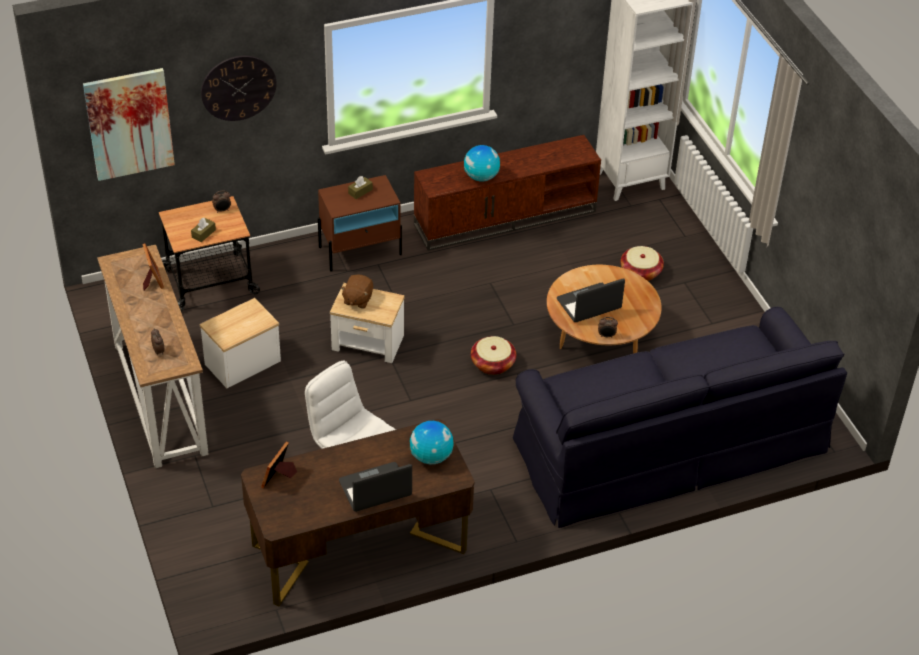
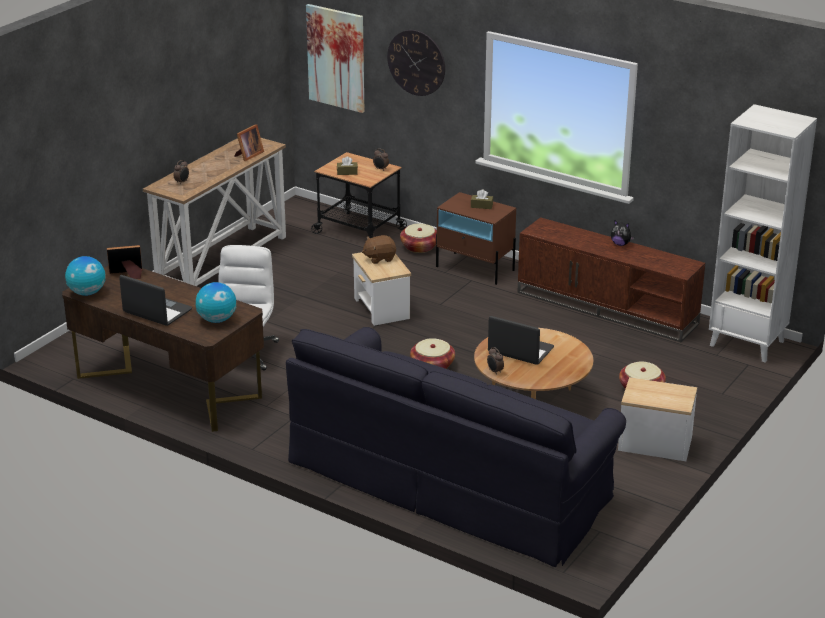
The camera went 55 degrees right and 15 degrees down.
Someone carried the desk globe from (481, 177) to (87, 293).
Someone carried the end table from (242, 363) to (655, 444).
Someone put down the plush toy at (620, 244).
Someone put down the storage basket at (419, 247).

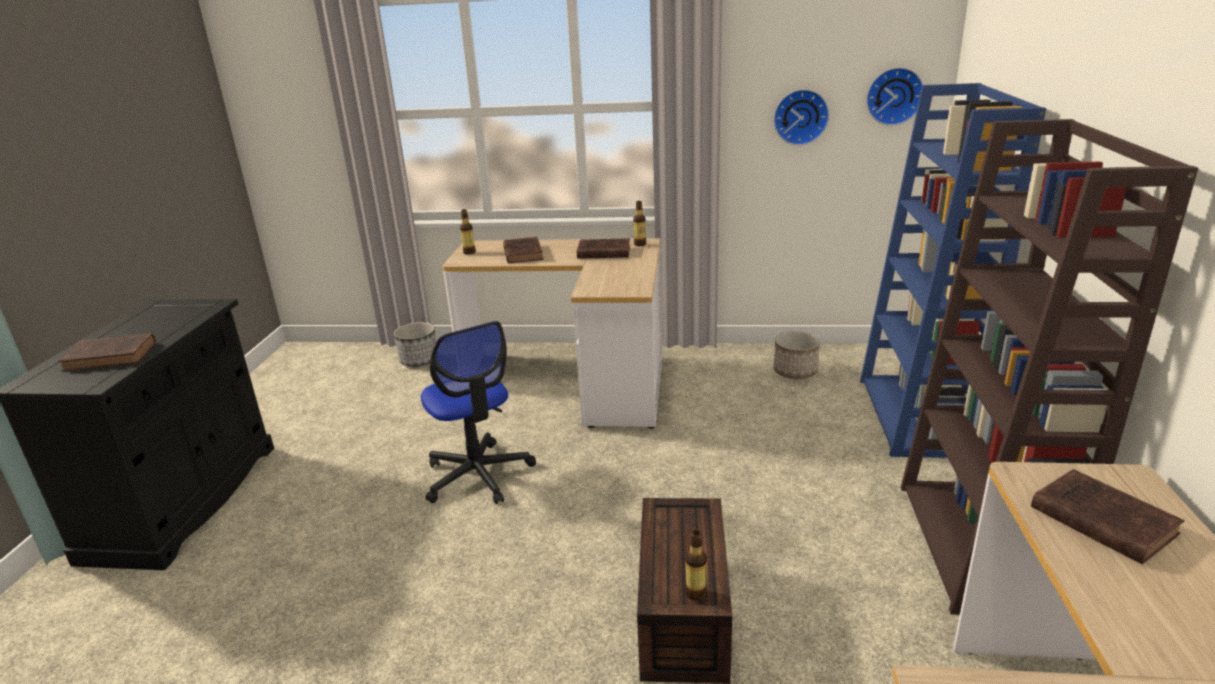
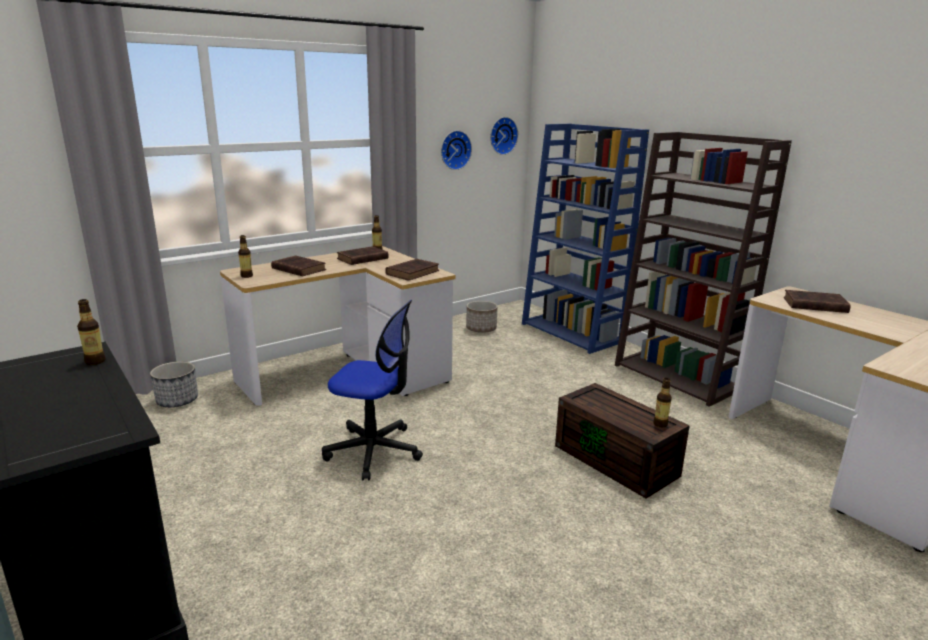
The camera went 45 degrees left and 5 degrees down.
Someone carried the bound book/brown-coloured from (113, 356) to (413, 272).
Someone put down the beverage bottle at (95, 361).

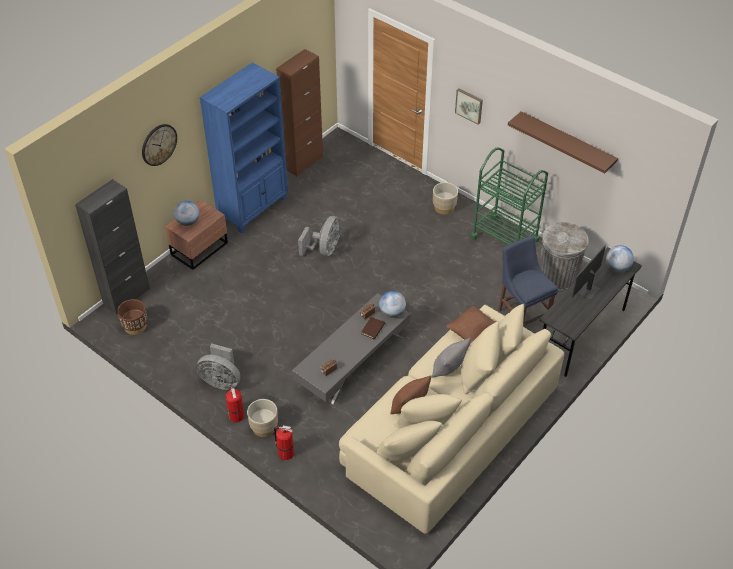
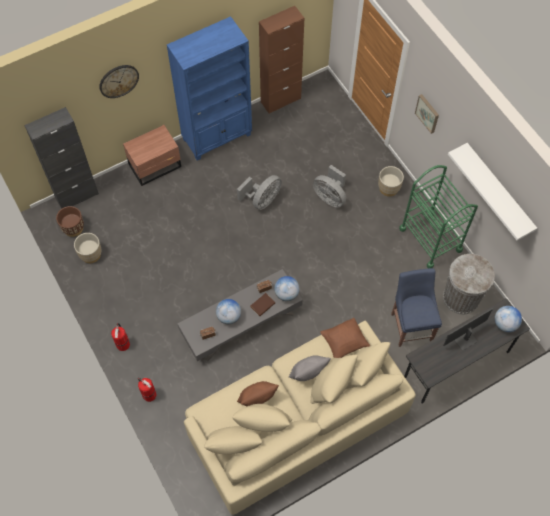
The camera went 20 degrees right and 15 degrees up.
Someone repainted the wall shelf/brown-coloured at (566, 142), which became the wall shelf/whitish at (499, 189).
Someone carried the desk globe from (188, 222) to (229, 316).
Someone carried the fan/grey from (221, 381) to (330, 197).
Someone carried the flower pot/sand-coloured from (264, 427) to (91, 254).

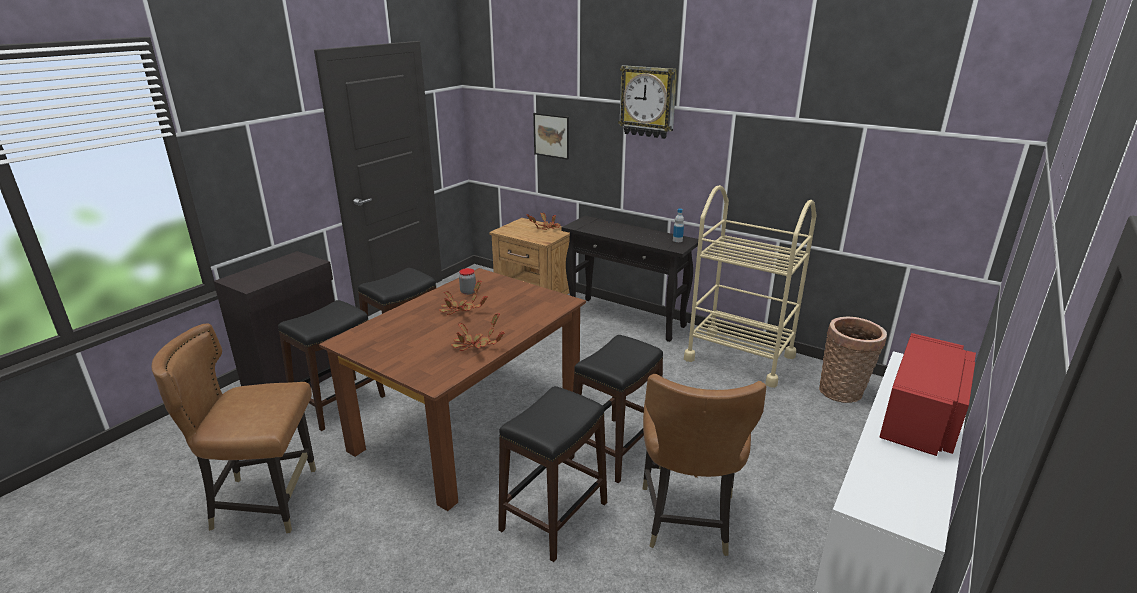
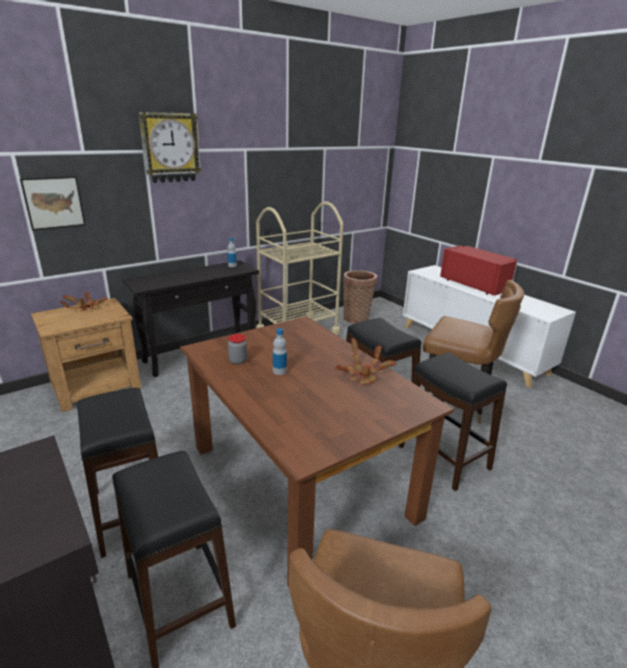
The camera went 70 degrees left and 0 degrees up.
Someone swapped the houseplant at (460, 310) for the beverage bottle at (279, 371).

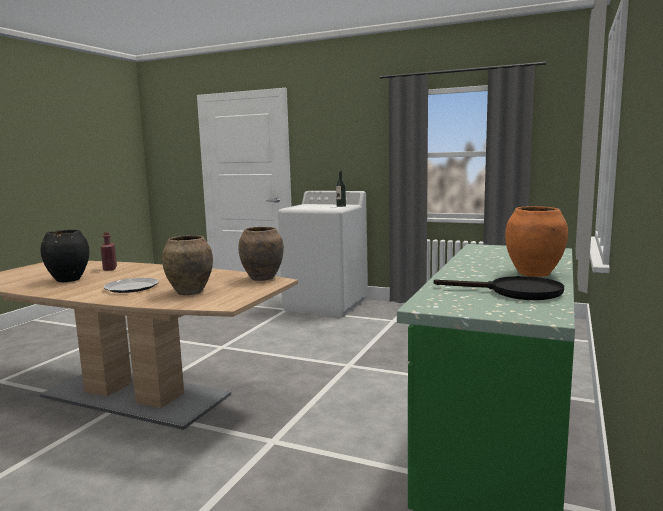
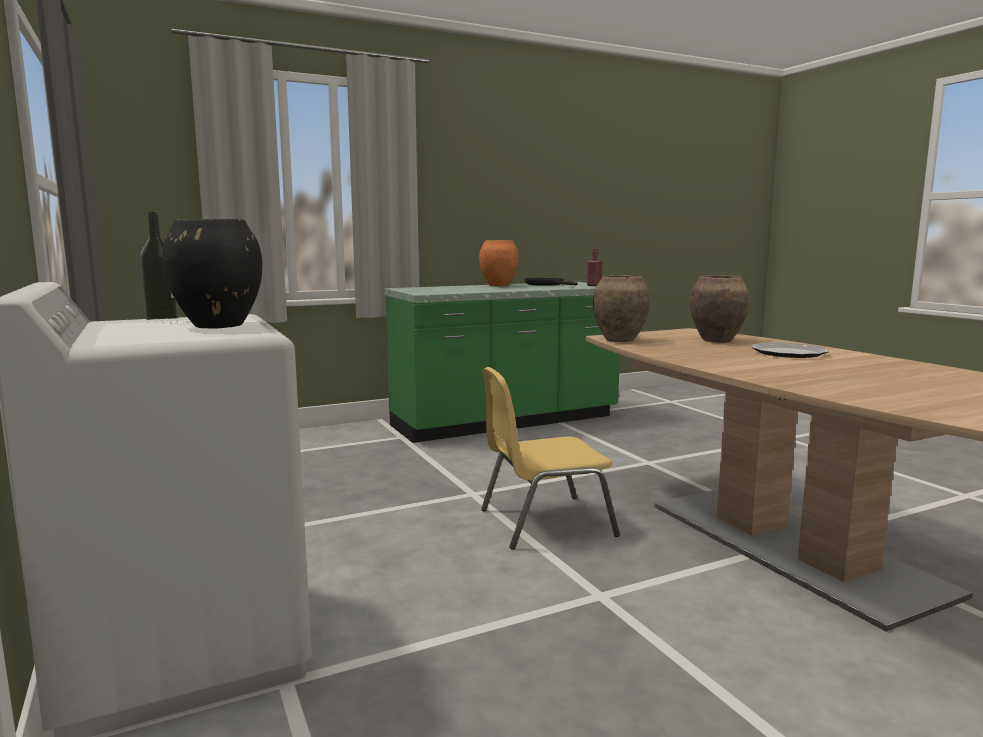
The camera went 140 degrees left and 0 degrees up.
Someone carried the decorative vase/blackish from (68, 280) to (218, 326).
Someone carried the beverage bottle/red from (110, 269) to (594, 285).
Someone put down the plain chair/yellowish at (544, 522).

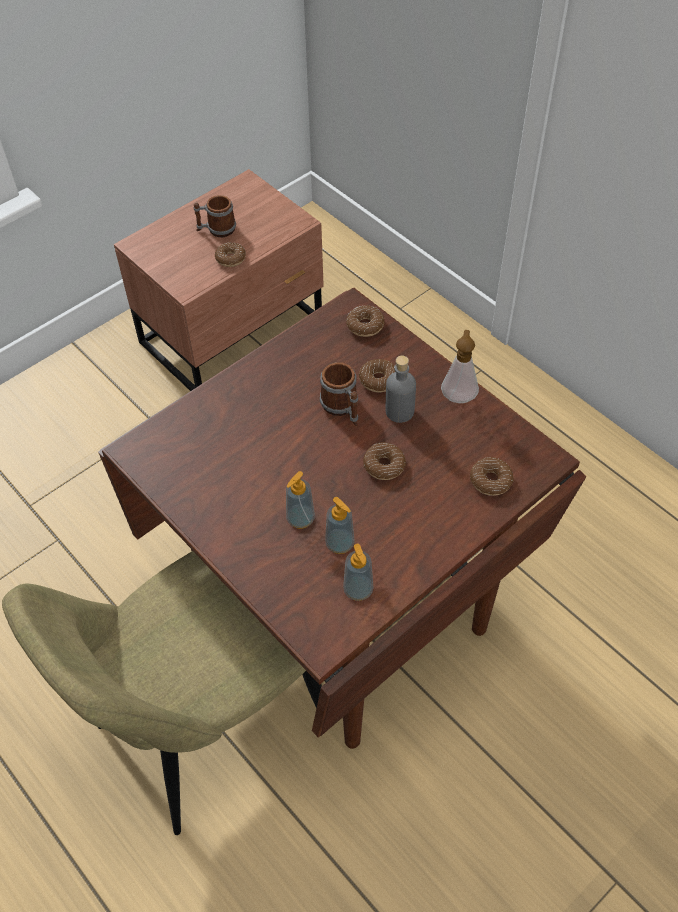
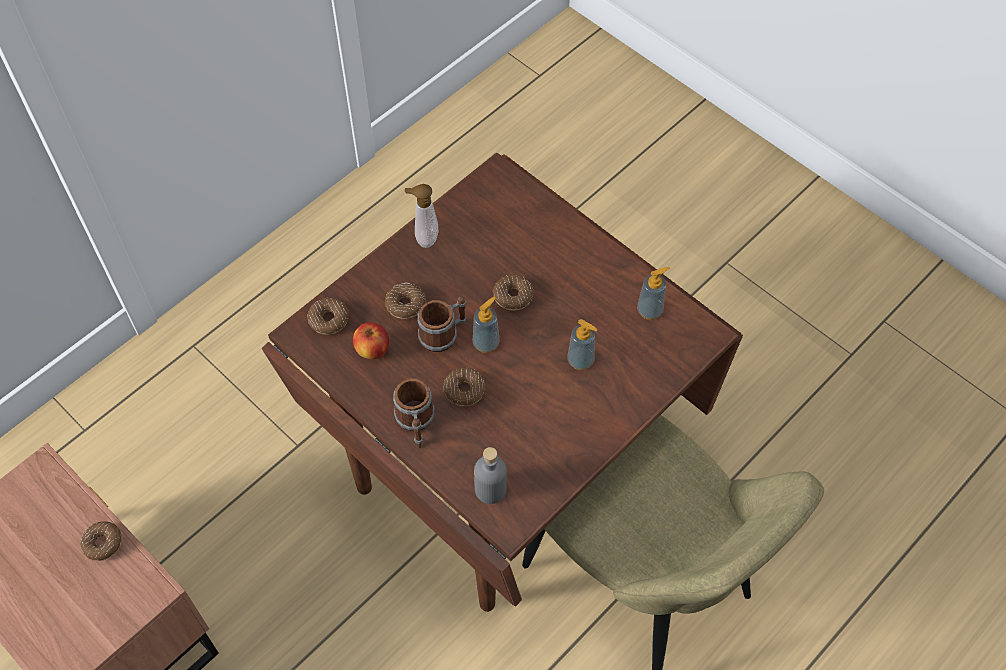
The camera went 95 degrees left and 5 degrees up.
Someone carried the tea mug from (216, 229) to (416, 423).
Someone carried the beverage bottle/grey from (399, 411) to (490, 490).
Someone carried the doughnut from (490, 480) to (464, 390).
Someone carried the soap bottle from (340, 544) to (486, 343).
Someone put down the whole apple at (372, 350).

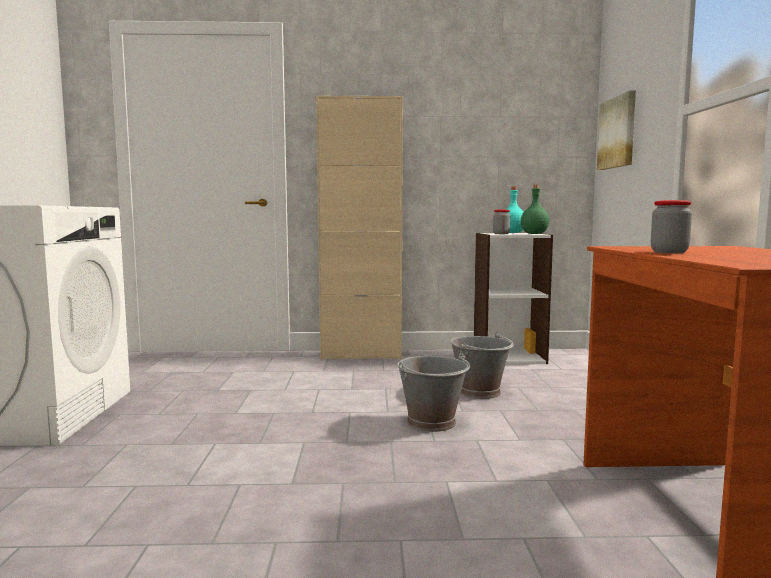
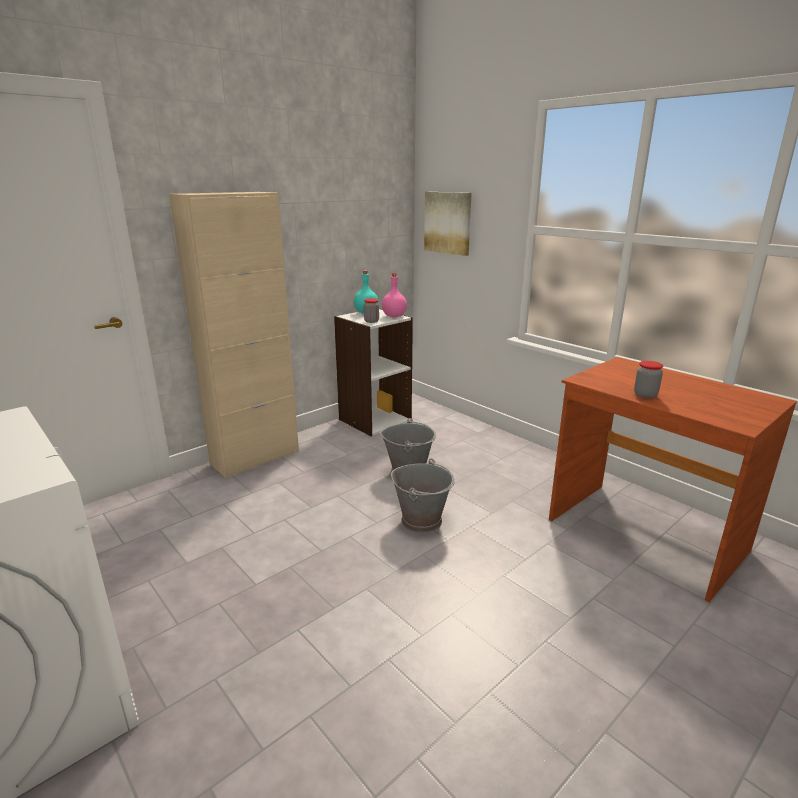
The camera went 40 degrees left and 15 degrees up.
Someone repainted the beverage bottle/green-coloured at (534, 233), which became the beverage bottle/pink at (394, 316).

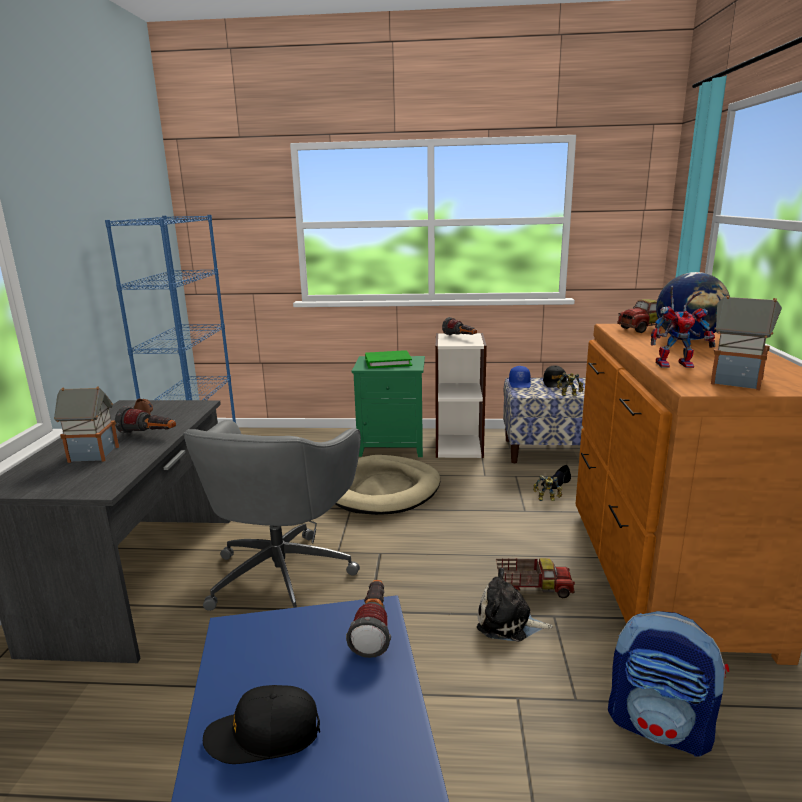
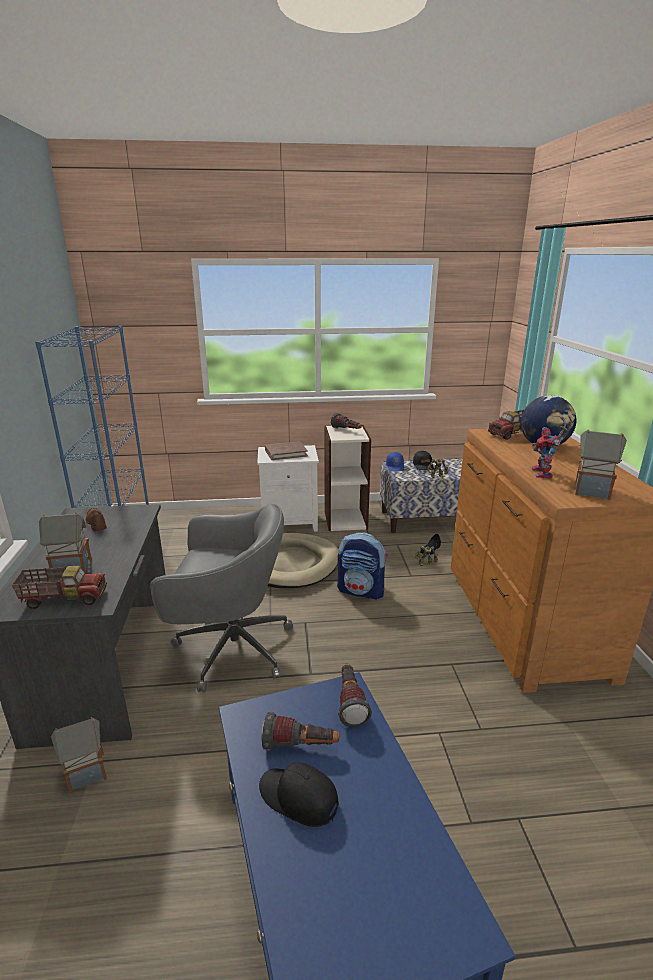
The camera went 10 degrees left and 5 degrees up.
Someone rotated the toy robot at (676, 364) by 105 degrees clockwise.
Someone repainted the bound book/green-coloured at (388, 362), which became the bound book/brown-coloured at (286, 453).
Someone repainted the night table/green-coloured at (393, 446), which became the night table/whitish at (290, 522).
Someone carried the hand torch from (150, 435) to (300, 746).
Someone rotated the computer chair/grey at (283, 574) by 90 degrees counterclockwise.
Someone carried the toy truck from (533, 589) to (64, 598).
Someone took away the plush toy at (508, 622).
Someone carried the knapsack from (660, 726) to (361, 591).
Someone rotated the baseball cap/blackish at (263, 734) by 45 degrees clockwise.
Someone put down the miniature house at (86, 772).

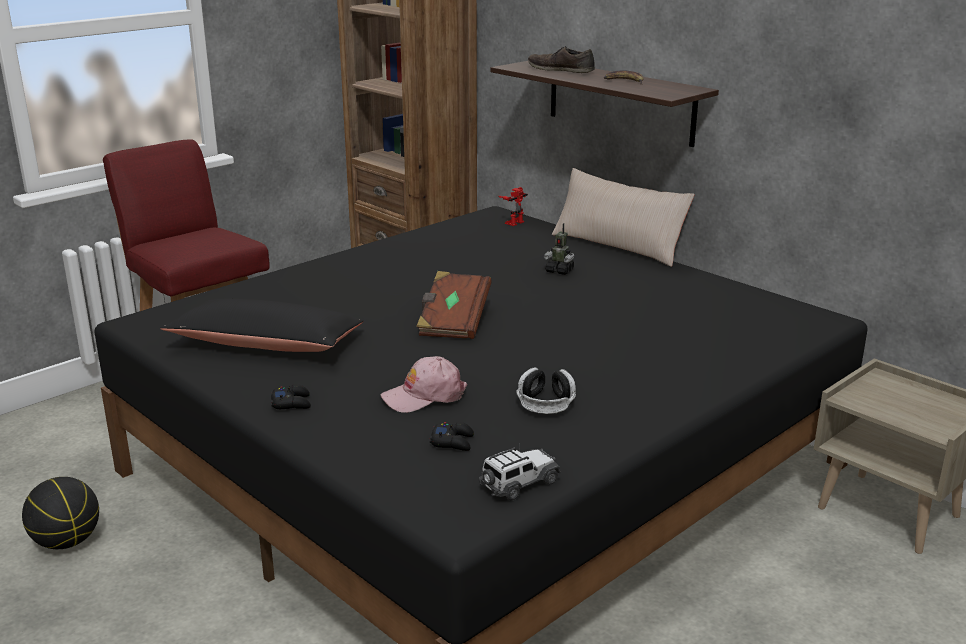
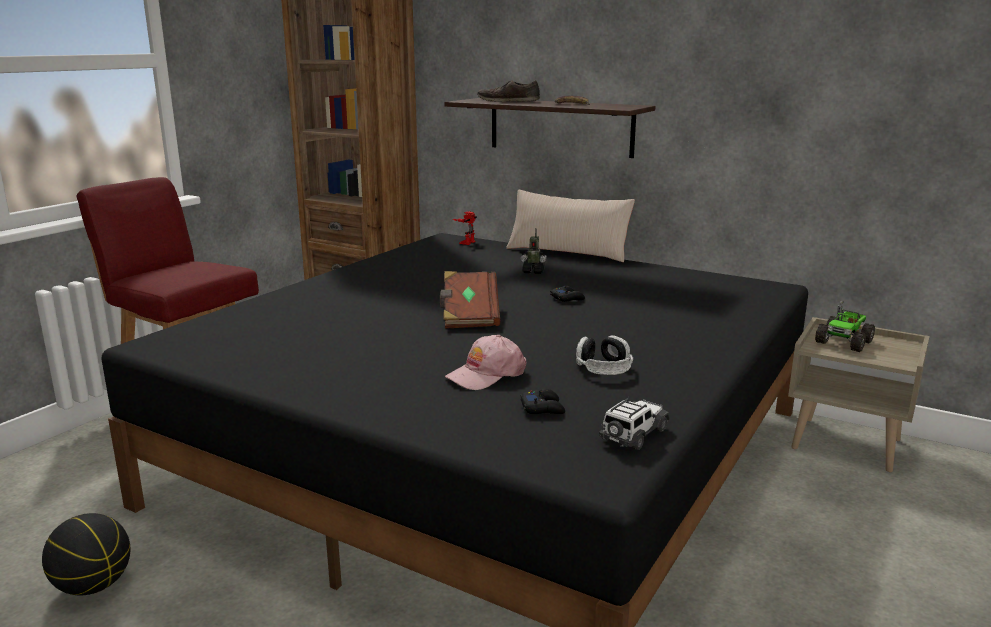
The camera went 15 degrees left and 5 degrees down.
Someone took away the cushion/blackish at (266, 344).
Someone carried the gamepad/blackish from (291, 403) to (567, 298).
Someone put down the toy truck at (844, 342).

